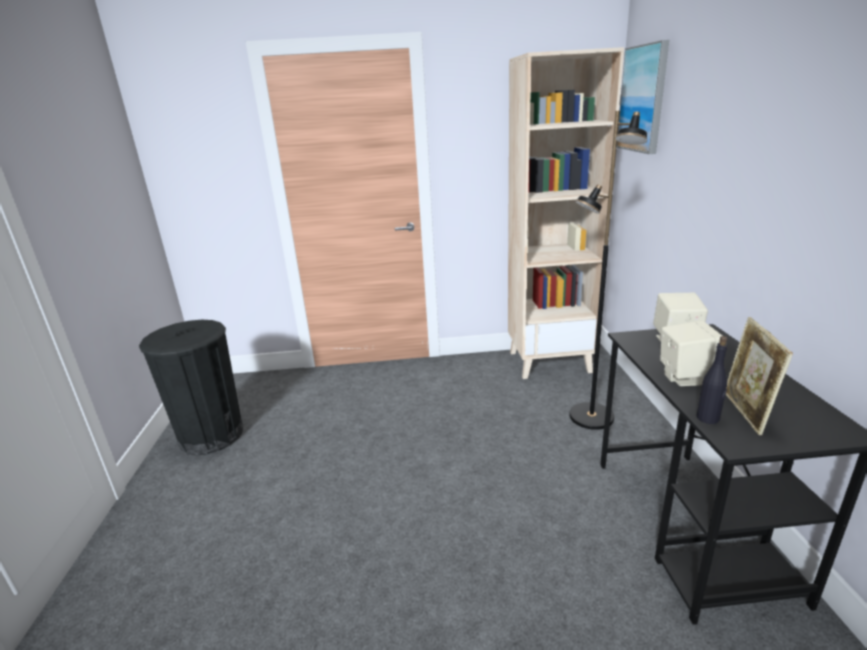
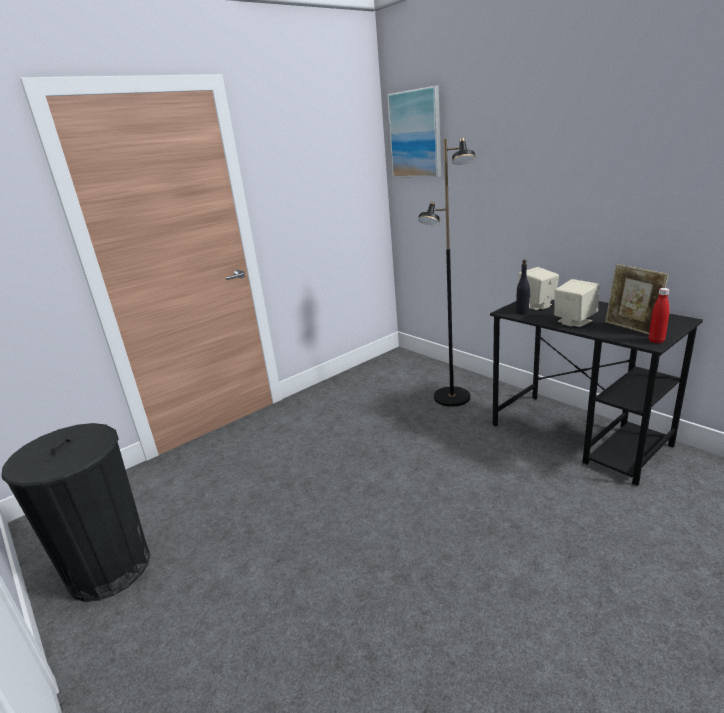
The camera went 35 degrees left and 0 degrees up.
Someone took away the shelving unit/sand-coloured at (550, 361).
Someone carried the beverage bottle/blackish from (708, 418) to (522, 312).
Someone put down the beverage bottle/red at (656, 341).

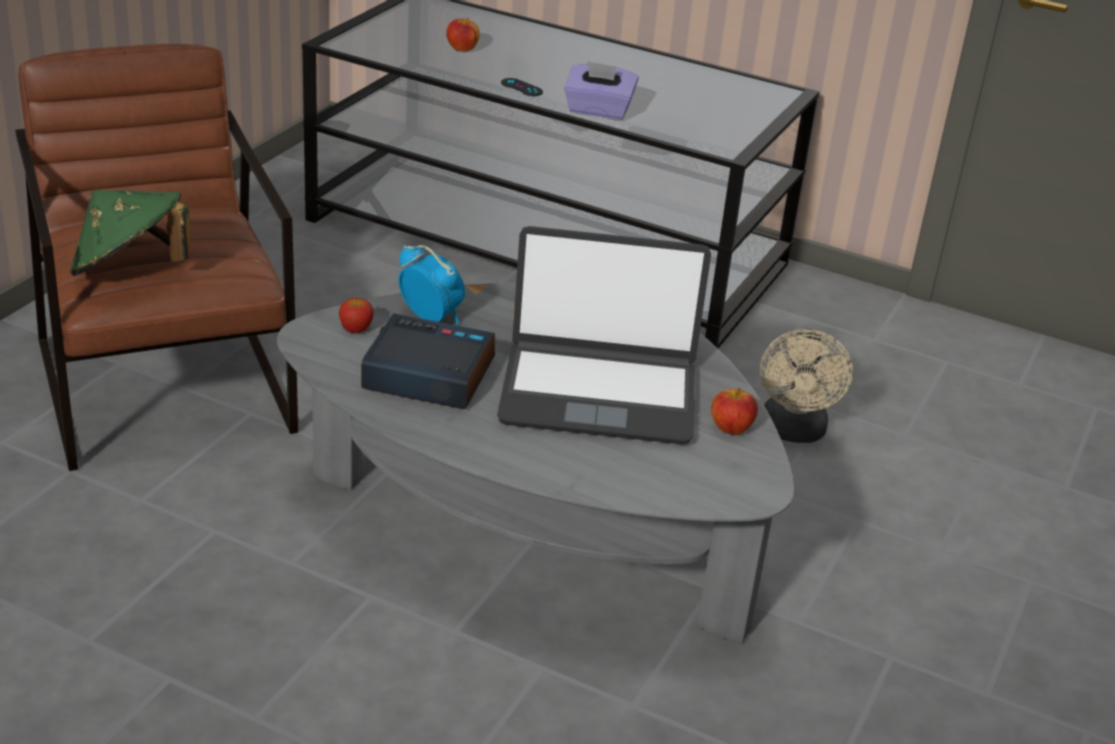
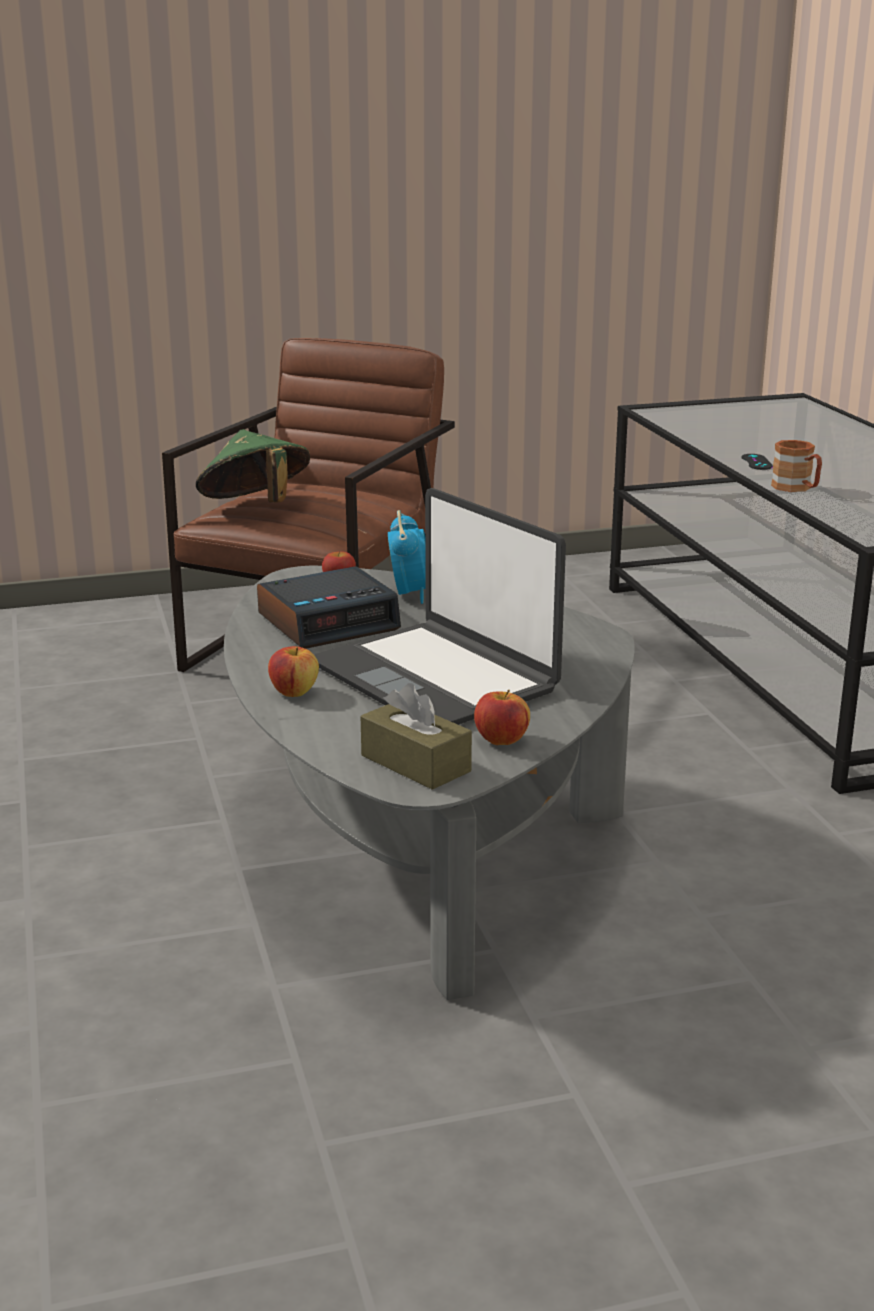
The camera went 50 degrees right and 10 degrees down.
Someone carried the whole apple from (462, 49) to (294, 692).
Someone swapped the tissue box/purple-coloured at (598, 111) for the tea mug/brown-coloured at (797, 488).
Someone rotated the table clock at (427, 375) by 90 degrees clockwise.
Someone took away the fan/sand-coloured at (793, 432).
Someone put down the tissue box/brown-coloured at (415, 763).

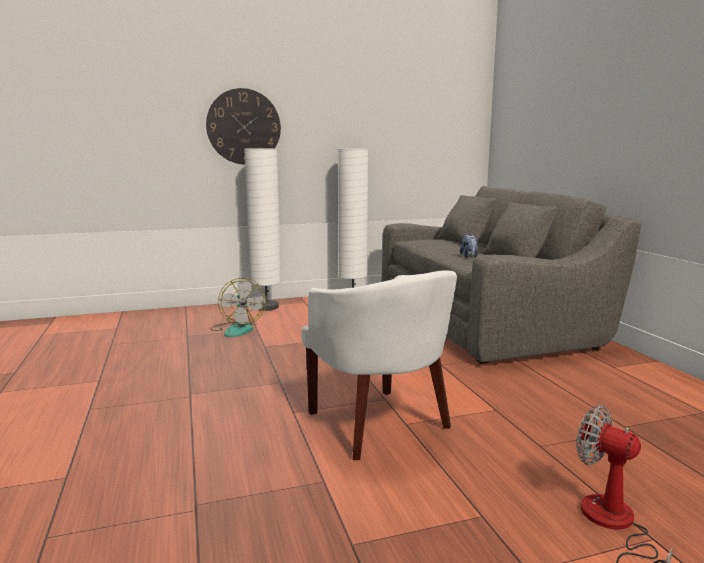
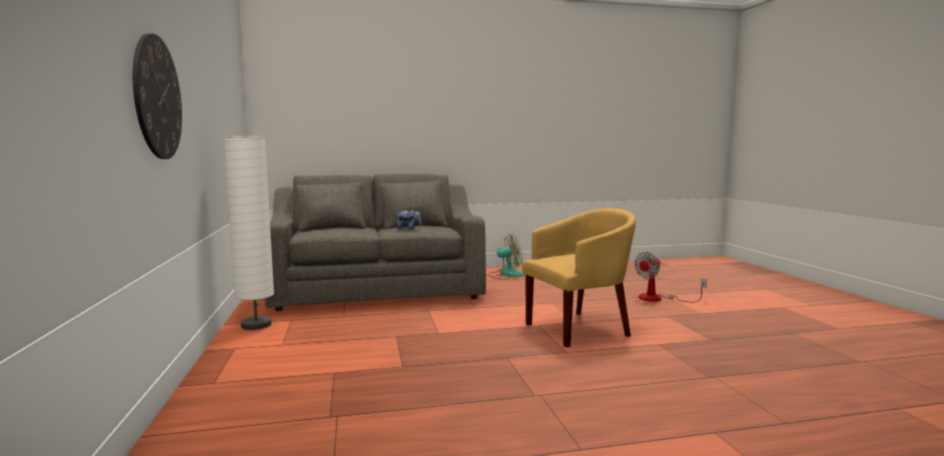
The camera went 85 degrees left and 5 degrees down.
Someone took away the standing lamp/whitish at (266, 307).
Someone repainted the lounge chair/whitish at (379, 424), which became the lounge chair/yellowish at (579, 328).
Someone carried the fan from (237, 329) to (505, 274).

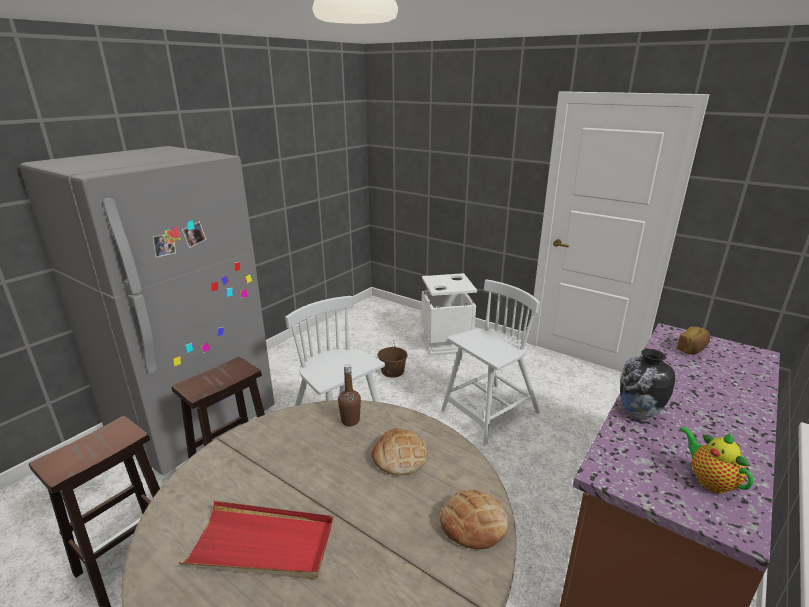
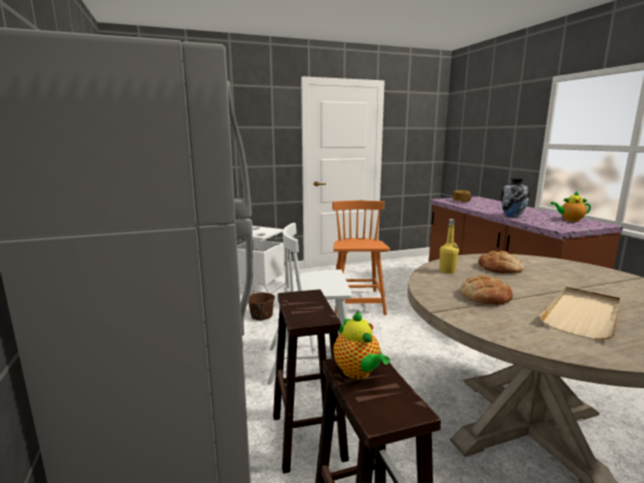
The camera went 55 degrees left and 10 degrees down.
Someone repainted the plain chair/whitish at (489, 413), which became the plain chair/orange at (357, 303).
Someone repainted the beverage bottle/brown-coloured at (350, 421), which became the beverage bottle/yellowish at (447, 271).
Someone carried the bakery bread from (473, 523) to (485, 296).
Someone repainted the serving tray/red at (263, 544), which became the serving tray/sand-coloured at (582, 315).
Someone put down the tea pot at (358, 373).

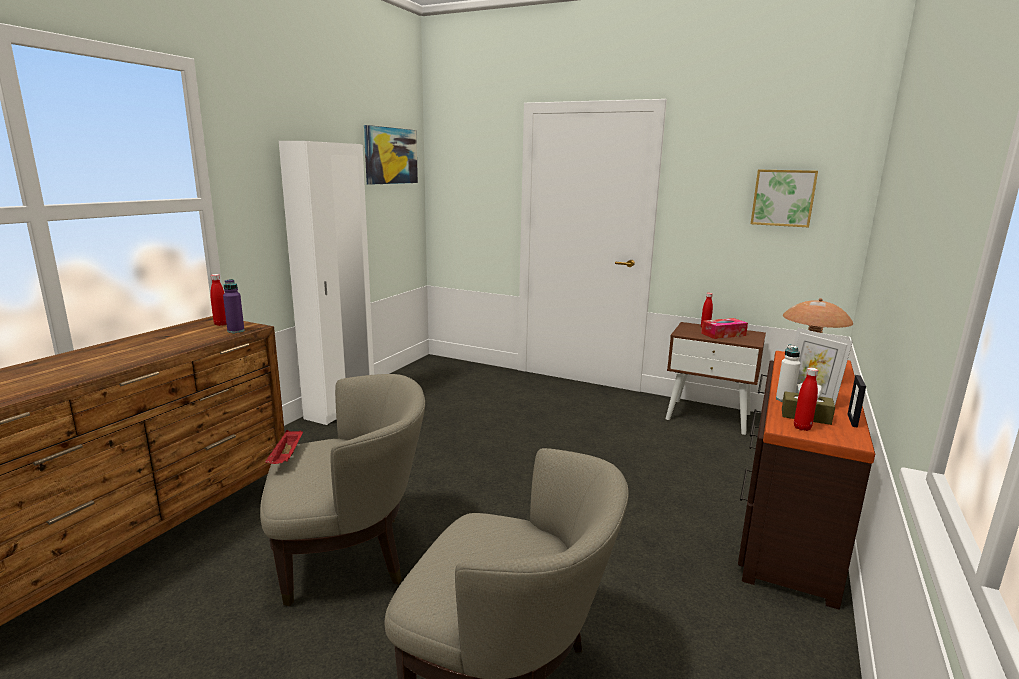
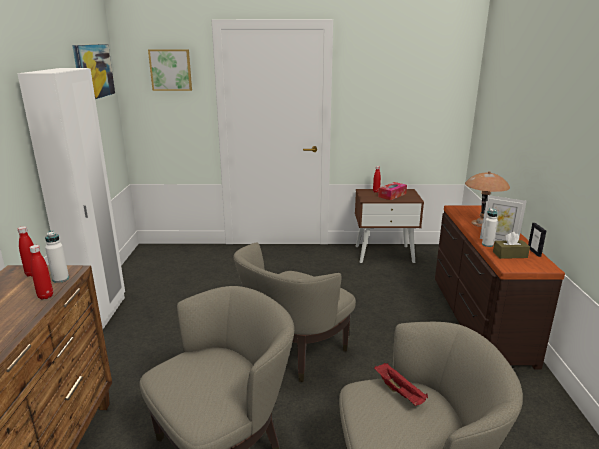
The camera went 25 degrees left and 5 degrees up.
Someone carried the picture from (783, 198) to (171, 70).
Someone repainted the beverage bottle/purple-coloured at (236, 331), which became the beverage bottle/whitish at (60, 279).
Someone carried the beverage bottle/red from (802, 428) to (45, 296).
Someone carried the serving tray/red from (286, 457) to (400, 392).
Someone put down the lounge chair/sand-coloured at (294, 352).

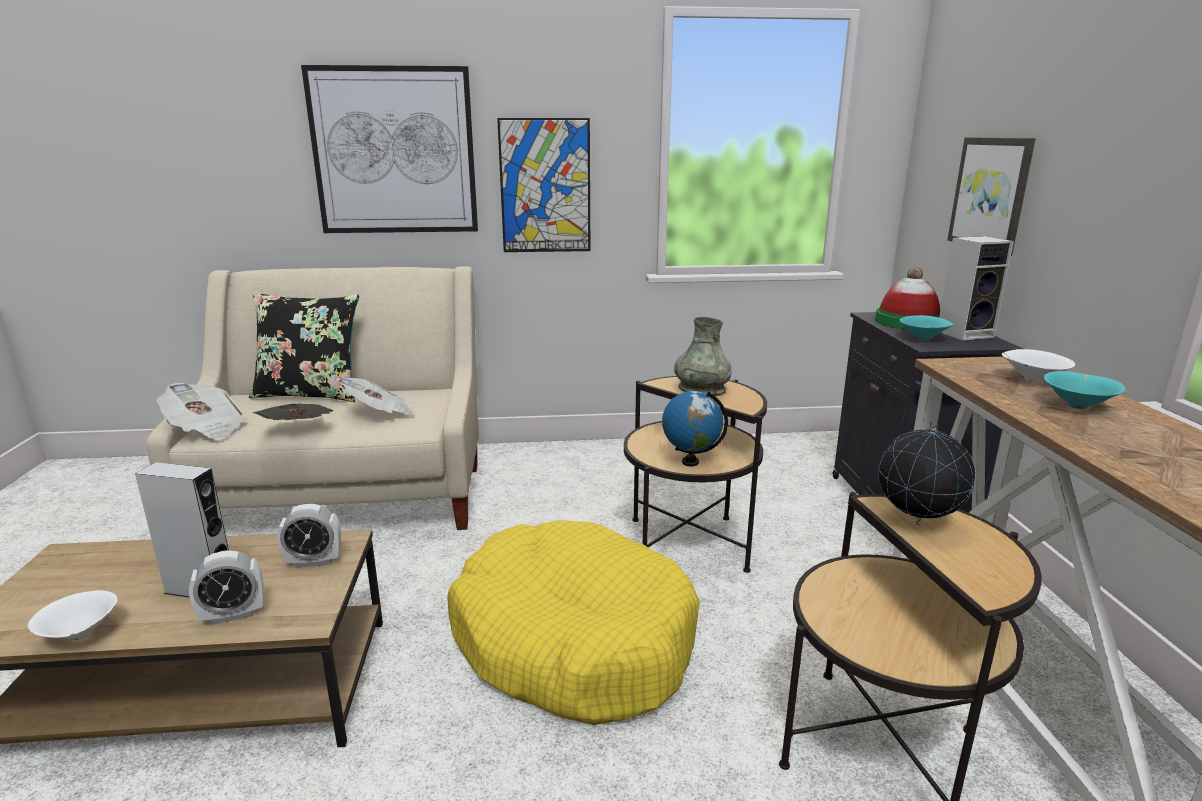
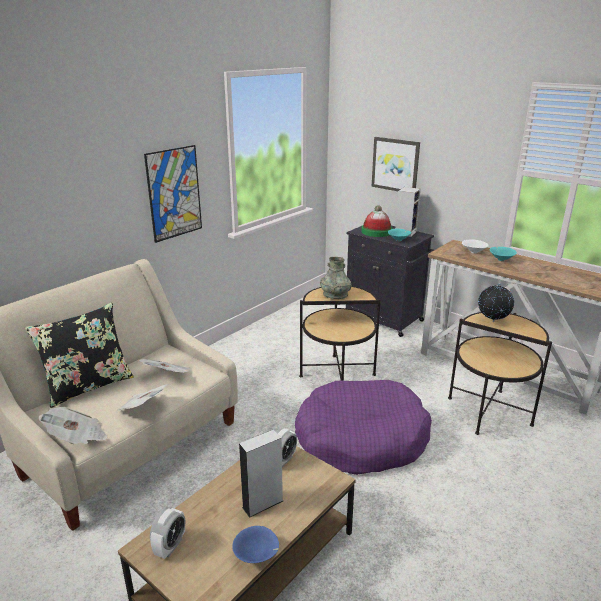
The camera went 45 degrees left and 5 degrees up.
Someone took away the picture at (394, 151).
Someone took away the desk globe at (690, 462).
Someone repainted the dog bed/yellowish at (573, 640), which became the dog bed/purple-coloured at (360, 439).
Someone carried the table clock from (233, 614) to (170, 546).
Someone repainted the deep dish/whitish at (80, 636), which became the deep dish/blue-coloured at (257, 556).

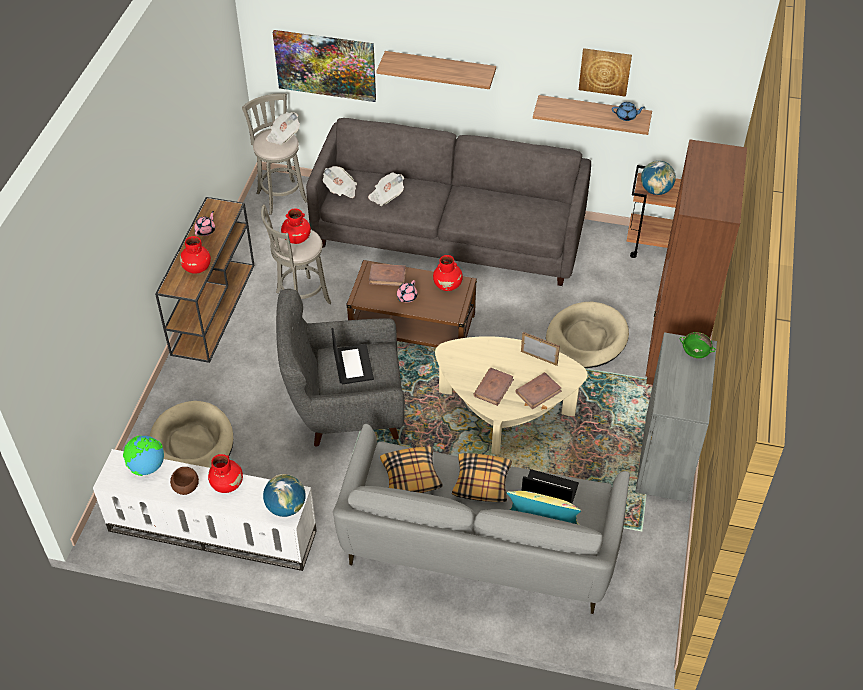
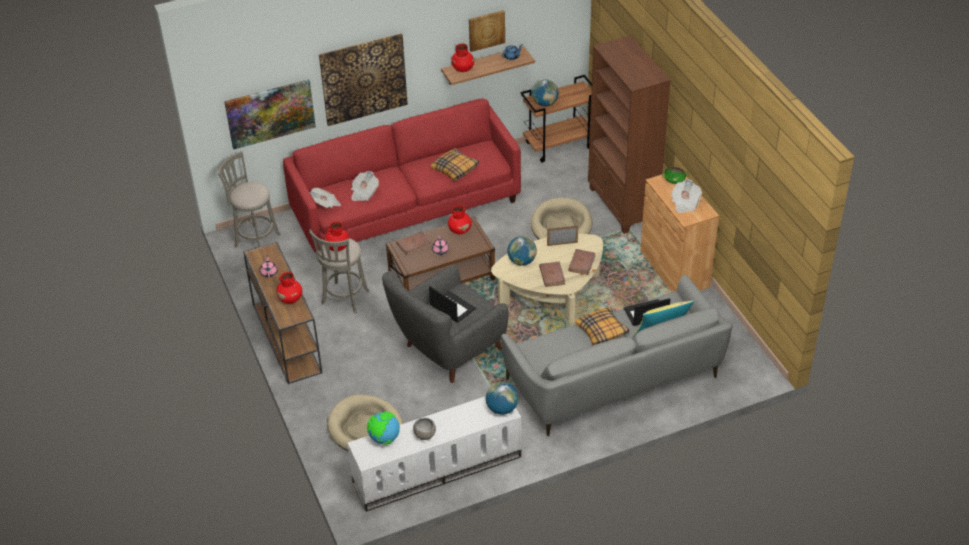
The camera went 35 degrees left and 5 degrees down.
Someone swapped the wall shelf at (440, 69) for the picture at (363, 79).
Someone carried the printed paper from (283, 136) to (685, 203).
Someone repainted the sofa/grey at (449, 234), which became the sofa/red at (406, 206).
Someone repainted the cupboard/grey at (666, 456), which became the cupboard/brown-coloured at (674, 268).
Someone carried the cushion from (411, 476) to (455, 169).
Someone carried the decorative vase/red from (227, 484) to (463, 68).
Someone repainted the deep dish/brown-coloured at (186, 487), which became the deep dish/grey at (424, 435).
Someone put down the desk globe at (522, 261).

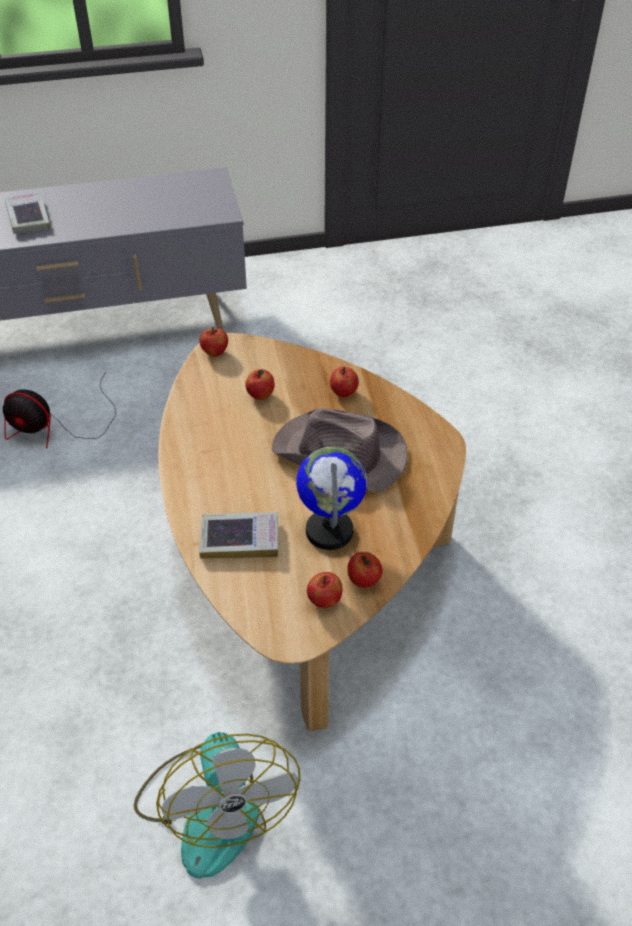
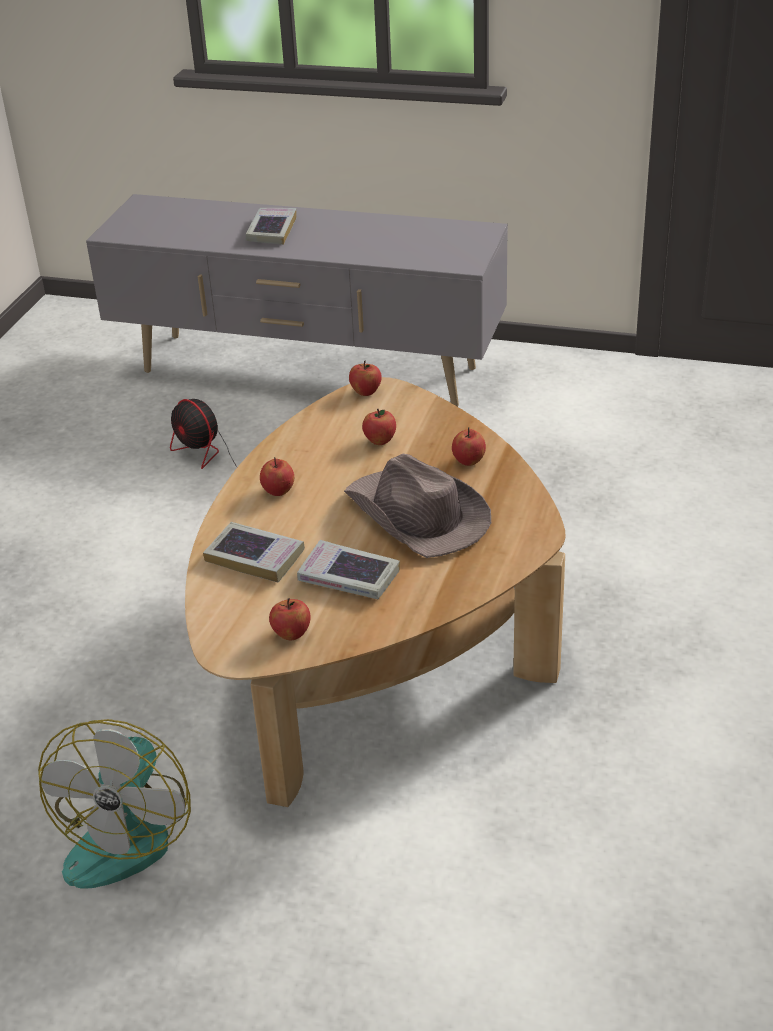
The camera went 30 degrees right and 10 degrees down.
Someone swapped the desk globe at (330, 531) for the bound book at (348, 577).
Someone carried the whole apple from (364, 580) to (278, 491).

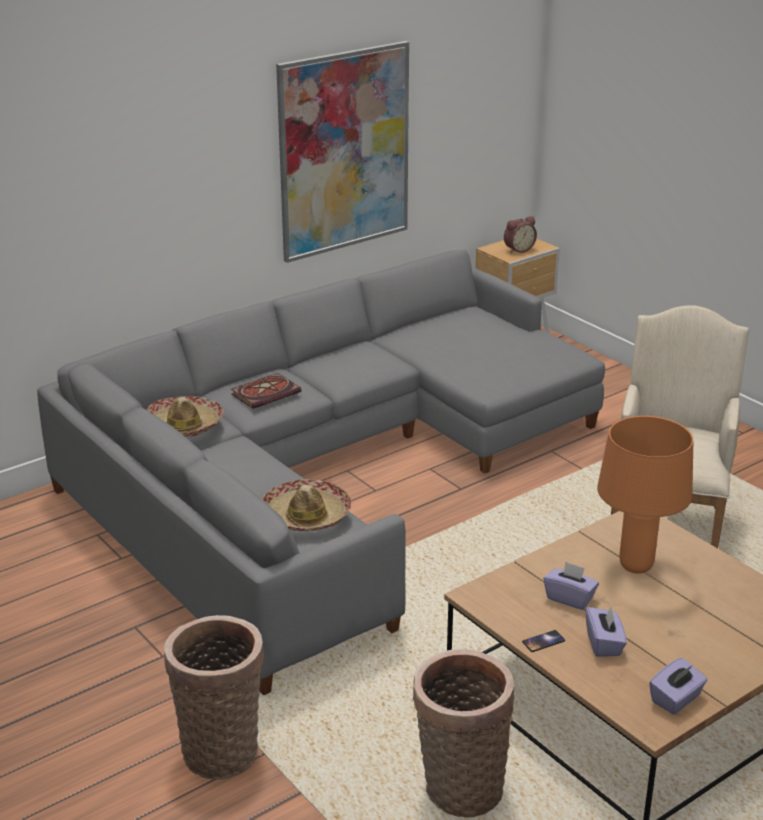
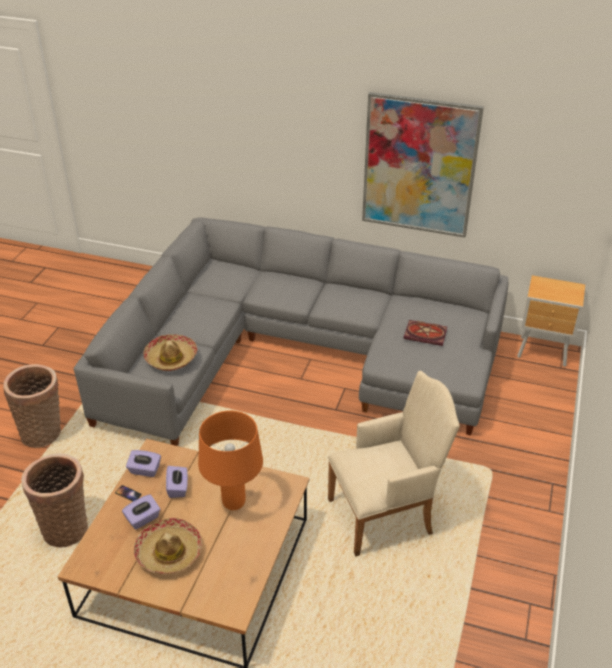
The camera went 55 degrees right and 10 degrees up.
Someone took away the table clock at (518, 249).
Someone carried the bound book from (266, 393) to (426, 334).
Someone carried the wearable hat from (184, 425) to (169, 552).
Someone carried the tissue box/purple-coloured from (676, 699) to (144, 470).

